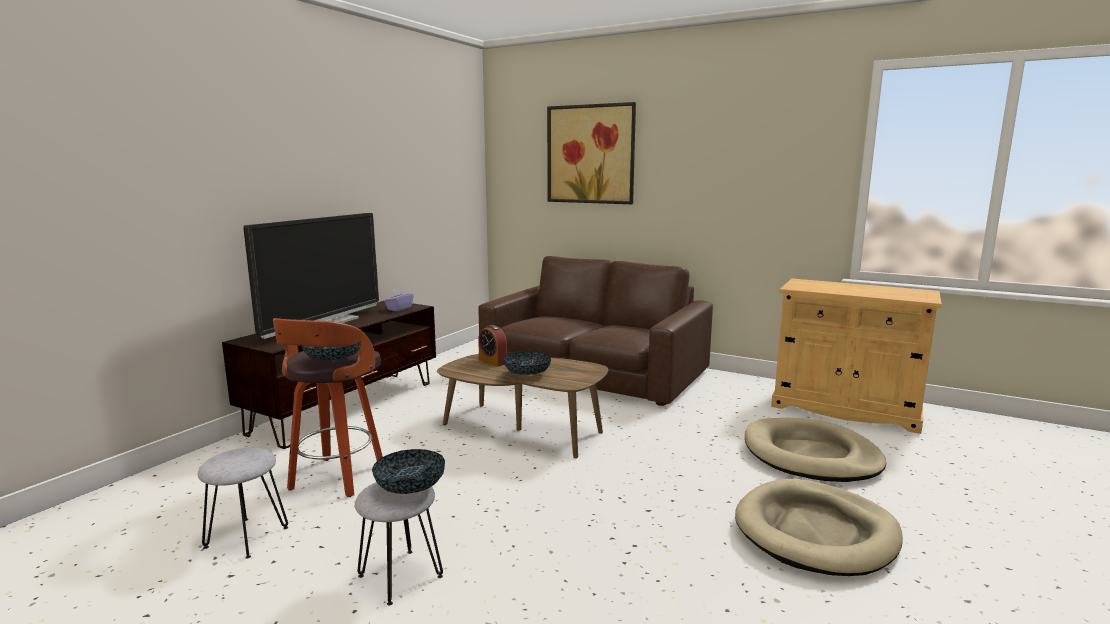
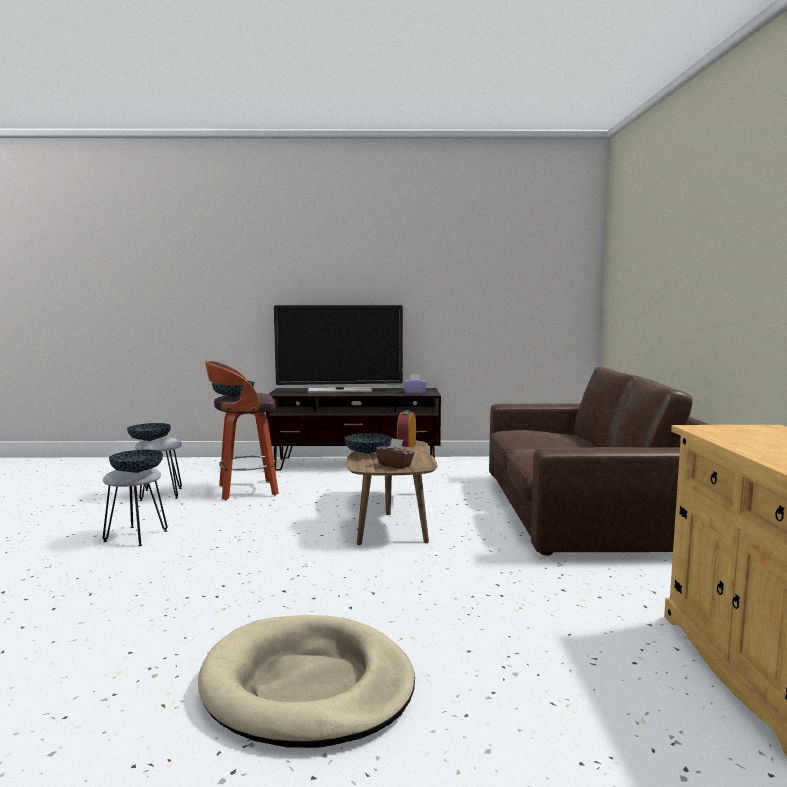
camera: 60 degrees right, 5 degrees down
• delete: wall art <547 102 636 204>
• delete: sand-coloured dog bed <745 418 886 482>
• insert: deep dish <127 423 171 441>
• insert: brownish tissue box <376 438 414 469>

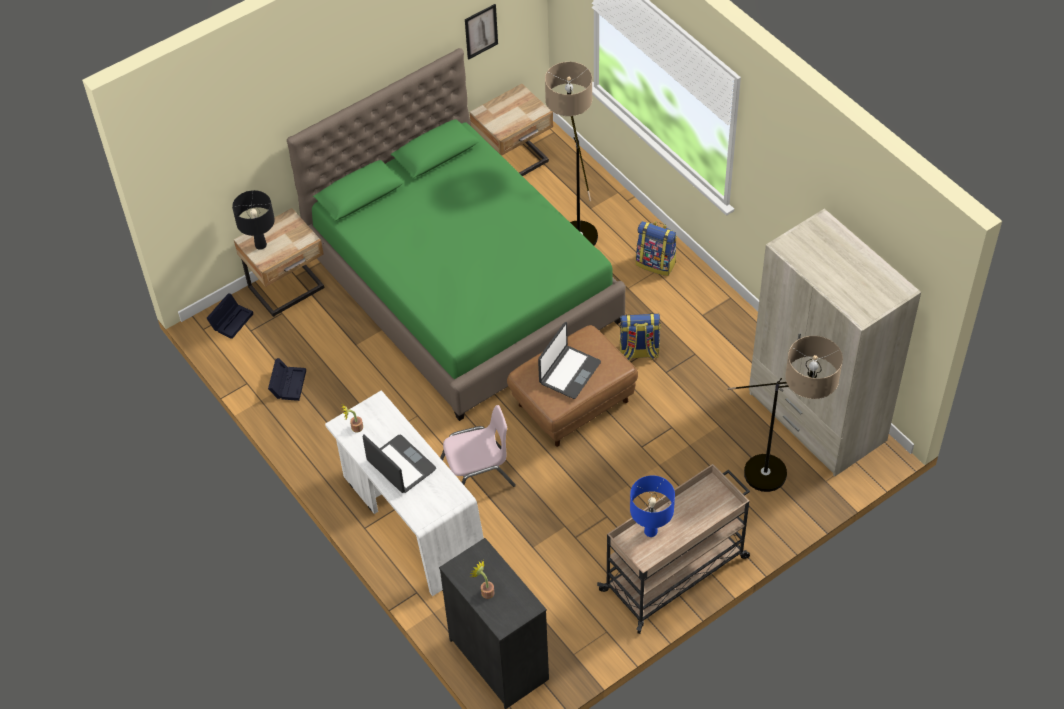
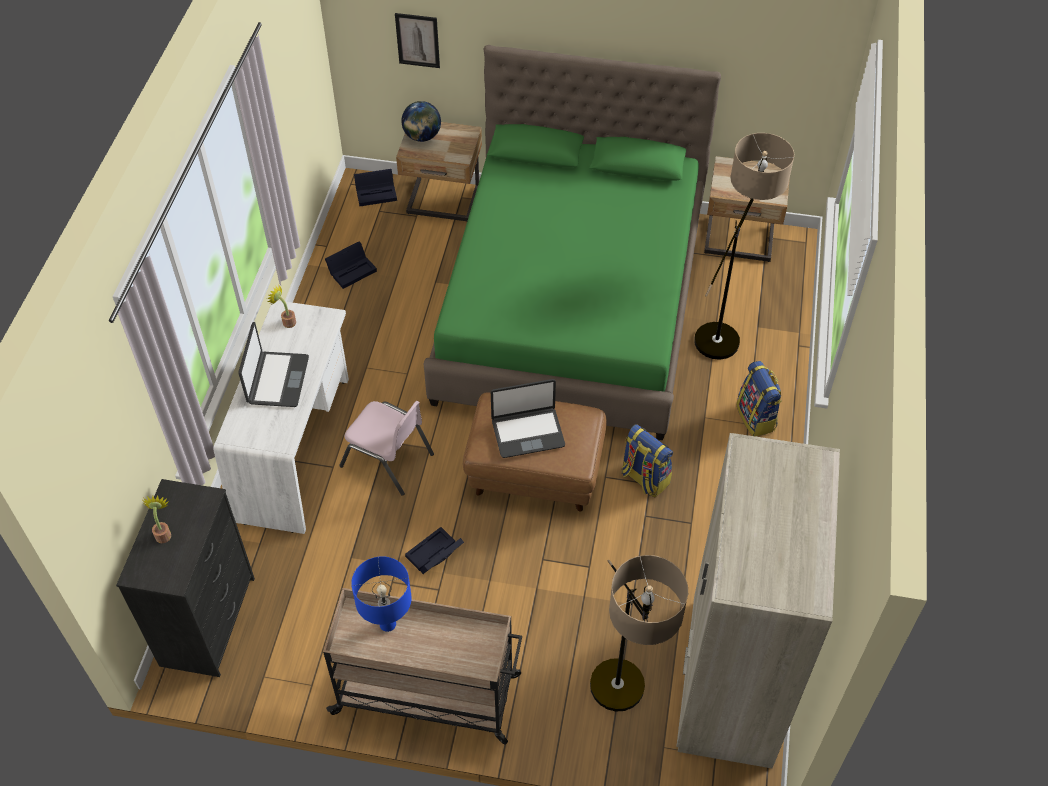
camera: 45 degrees right, 0 degrees up
• move: wall art <465 4 498 60> to <395 13 440 68>
• replace: black-coloured tabletop lamp <232 190 275 250> to desk globe <401 101 441 142>
• insert: black-coloured storage bin <405 527 464 574>

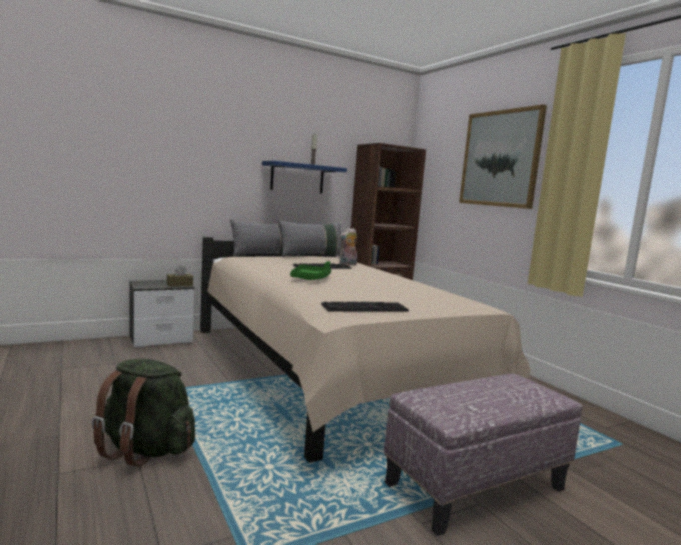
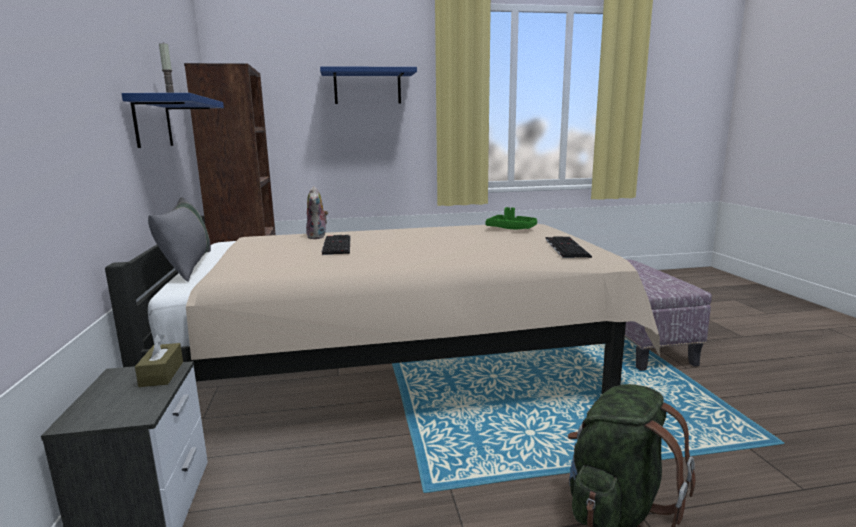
camera: 70 degrees left, 5 degrees up
• replace: wall art <459 104 547 209> to bluish wall shelf <320 66 417 104>
• delete: gray pillow <278 220 341 257>
• move: green serving tray <290 261 331 280> to <486 207 537 229>

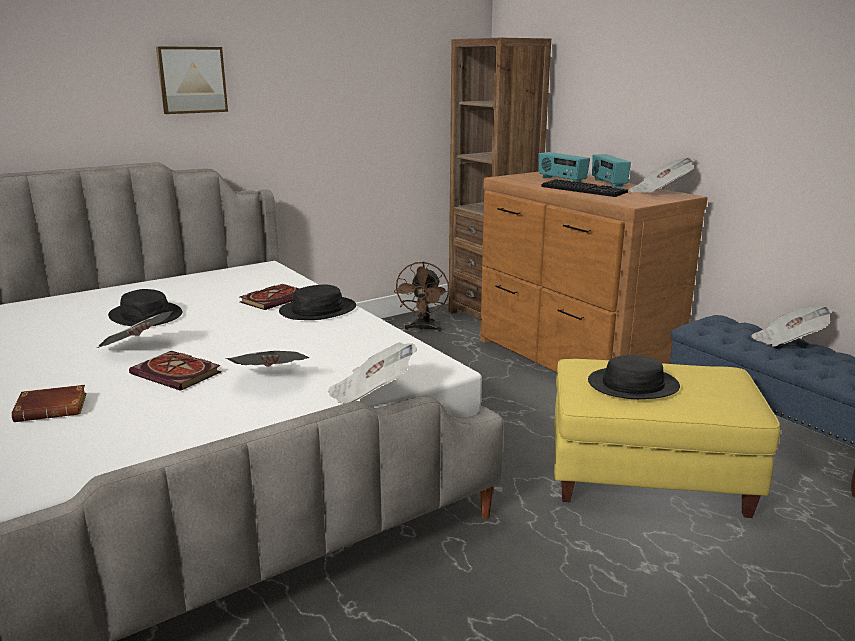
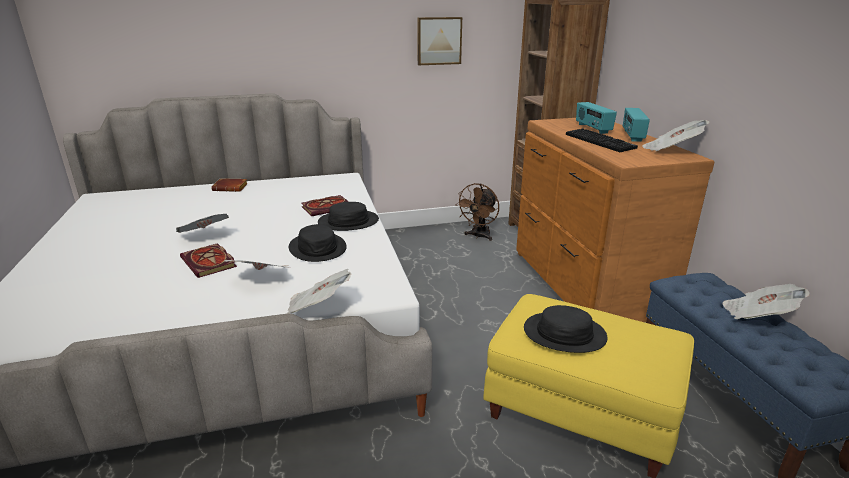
camera: 20 degrees right, 5 degrees up
• move: wall art <156 46 228 114> to <417 17 462 65>
• move: black-coloured hat <108 289 183 326> to <289 224 347 262>
• move: brownish volume <11 385 86 422> to <211 178 248 192>

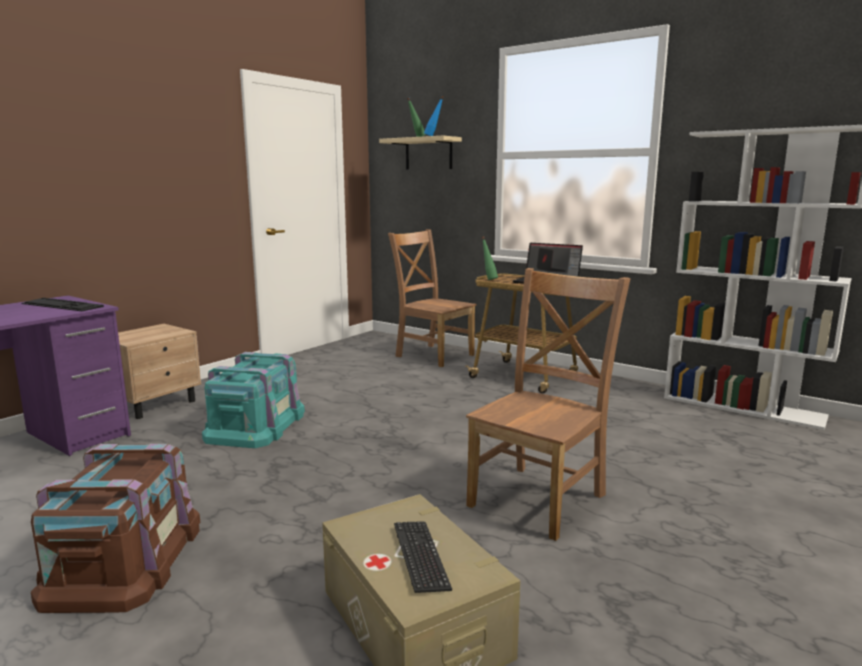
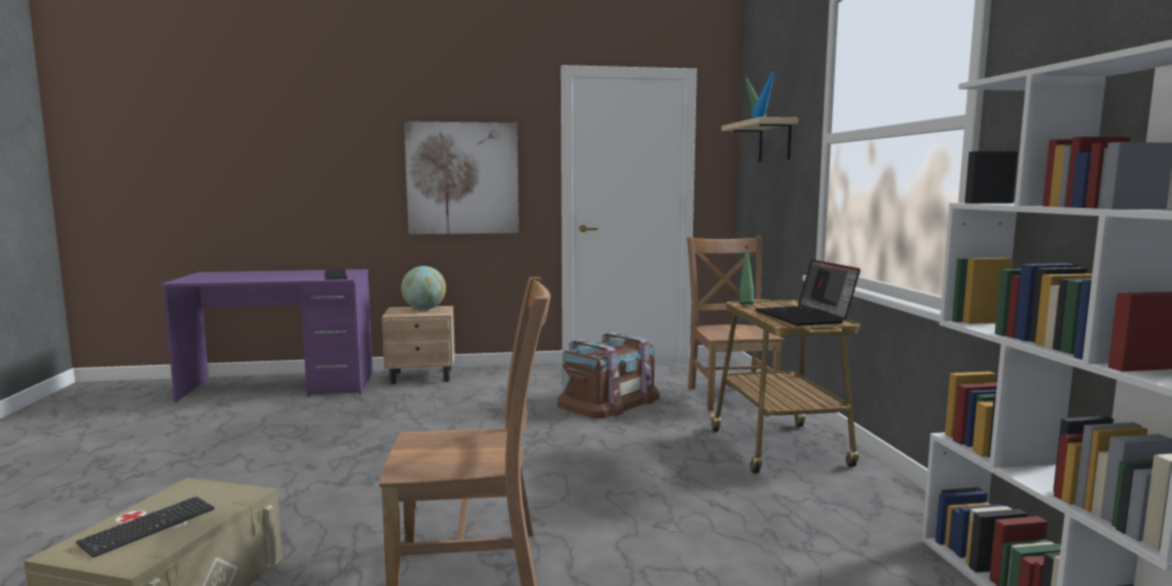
camera: 45 degrees right, 5 degrees down
• delete: blue-green storage bin <202 352 305 448>
• move: brownish storage bin <31 444 200 613> to <557 332 659 418>
• insert: wall art <404 121 519 234>
• insert: desk globe <401 266 446 310>

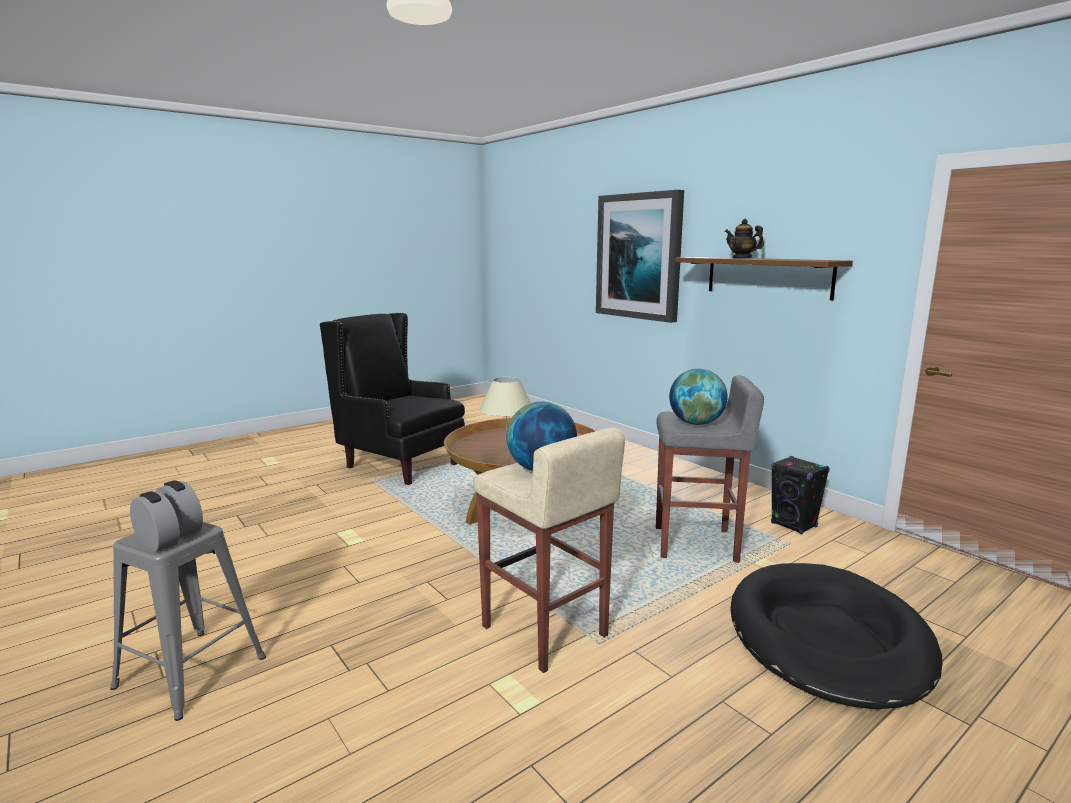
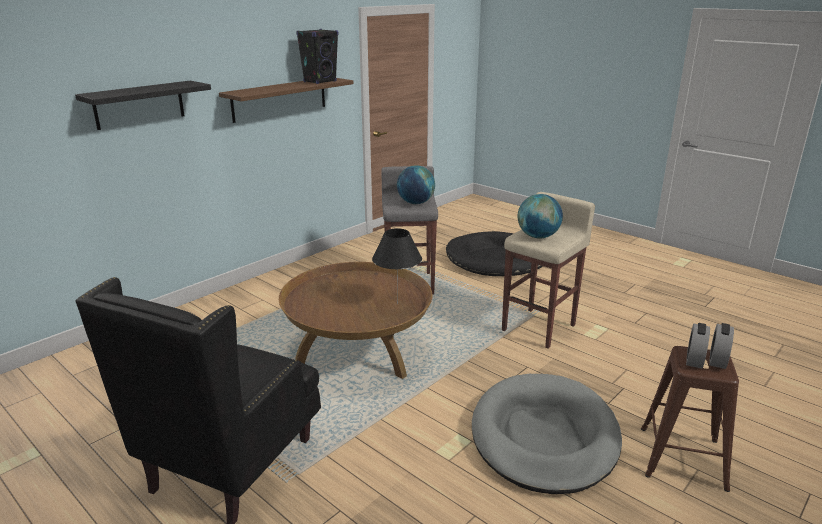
camera: 100 degrees left, 10 degrees up
• replace: wall art <596 190 684 323> to black-coloured wall shelf <75 81 211 130>
• delete: teapot <725 219 764 259>
• recolor: sand-coloured tabletop lamp <480 377 531 461> to black-coloured tabletop lamp <372 228 422 304>
• move: black-coloured audio speaker <771 456 830 534> to <296 29 338 84>
• recolor: gray sitting stool <110 522 266 721> to brownish sitting stool <641 346 739 492>
• insert: gray dog bed <472 374 622 494>

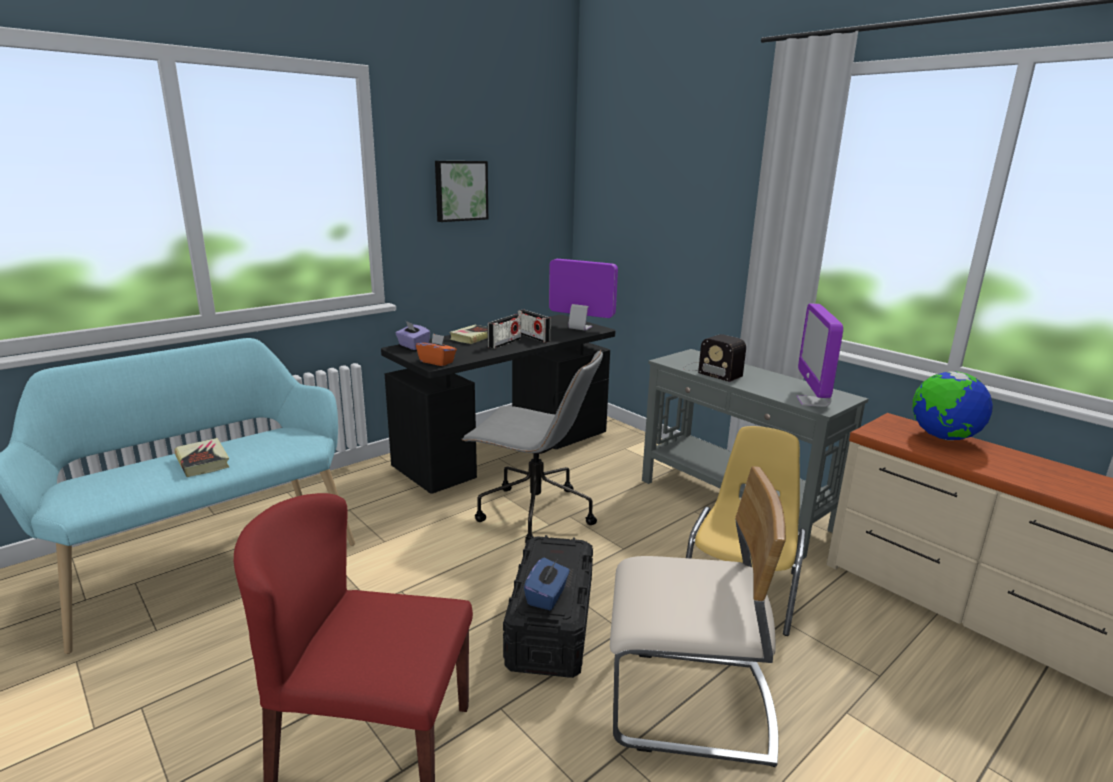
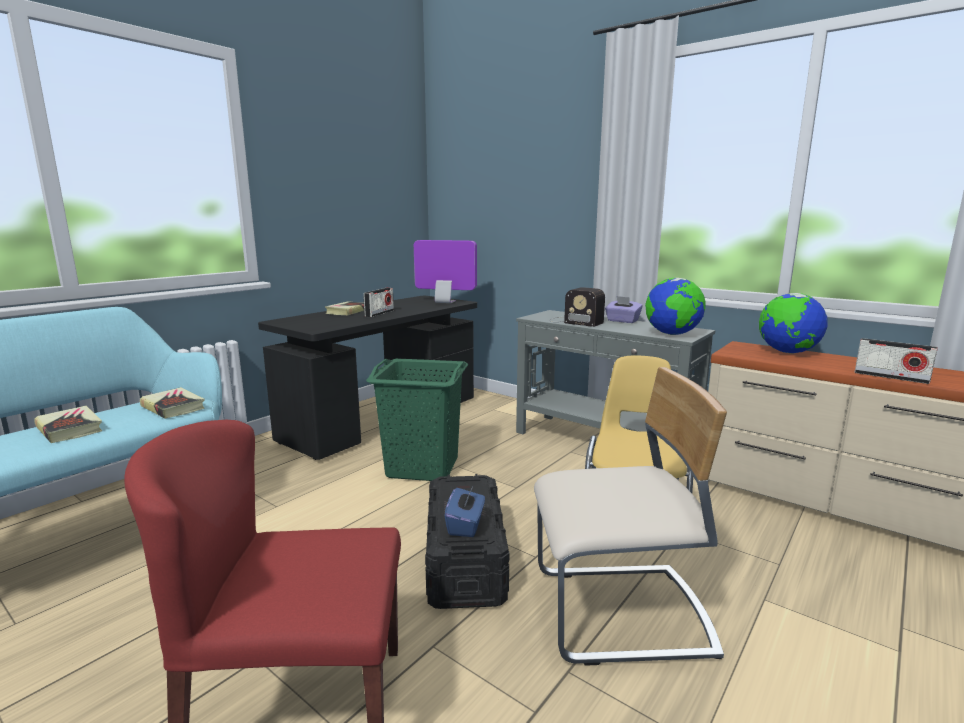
camera: 10 degrees left, 5 degrees down
• delete: wall art <435 161 488 222>
• replace: computer display <796 303 843 407> to desk globe <645 278 706 335>
• move: radio receiver <518 310 551 343> to <855 338 938 384>
• move: purple tissue box <395 321 430 350> to <605 296 643 323>
• delete: orange-coloured tissue box <416 334 457 366>
• replace: gray desk chair <461 350 603 543> to green washing basket <366 358 468 481>
• insert: volume <140 387 205 419>

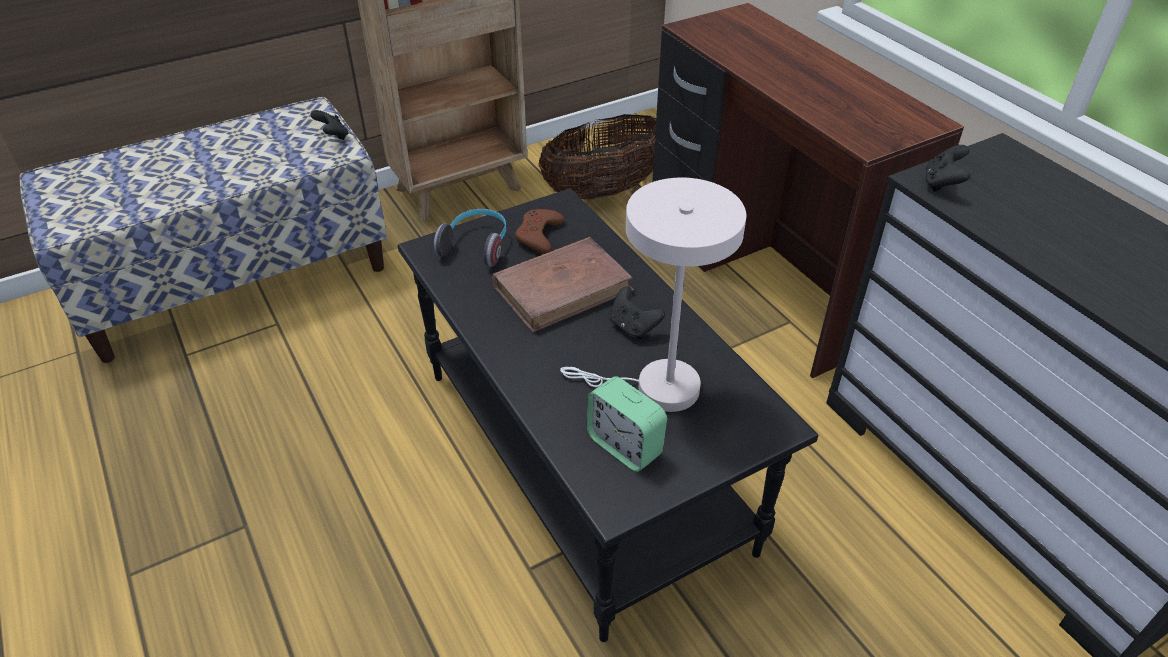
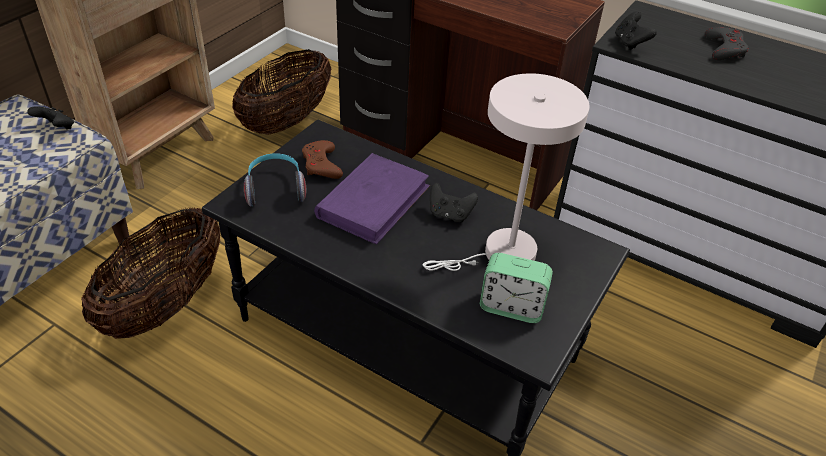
camera: 30 degrees left, 0 degrees up
• recolor: brownish volume <492 237 634 333> to purple volume <314 153 430 245>
• insert: gray game controller <705 27 749 60>
• insert: basket <81 207 220 339>

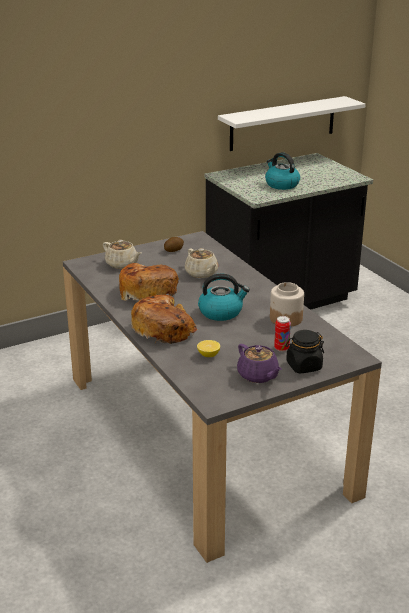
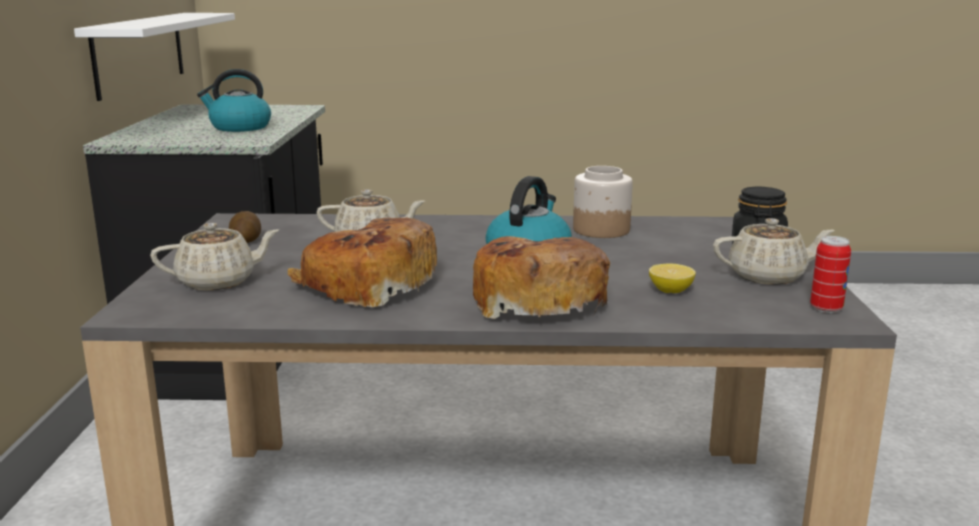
camera: 60 degrees left, 10 degrees down
• move: sealed can <274 316 291 352> to <810 236 851 313>
• recolor: purple teapot <237 344 282 383> to sand-coloured teapot <713 218 835 285>

